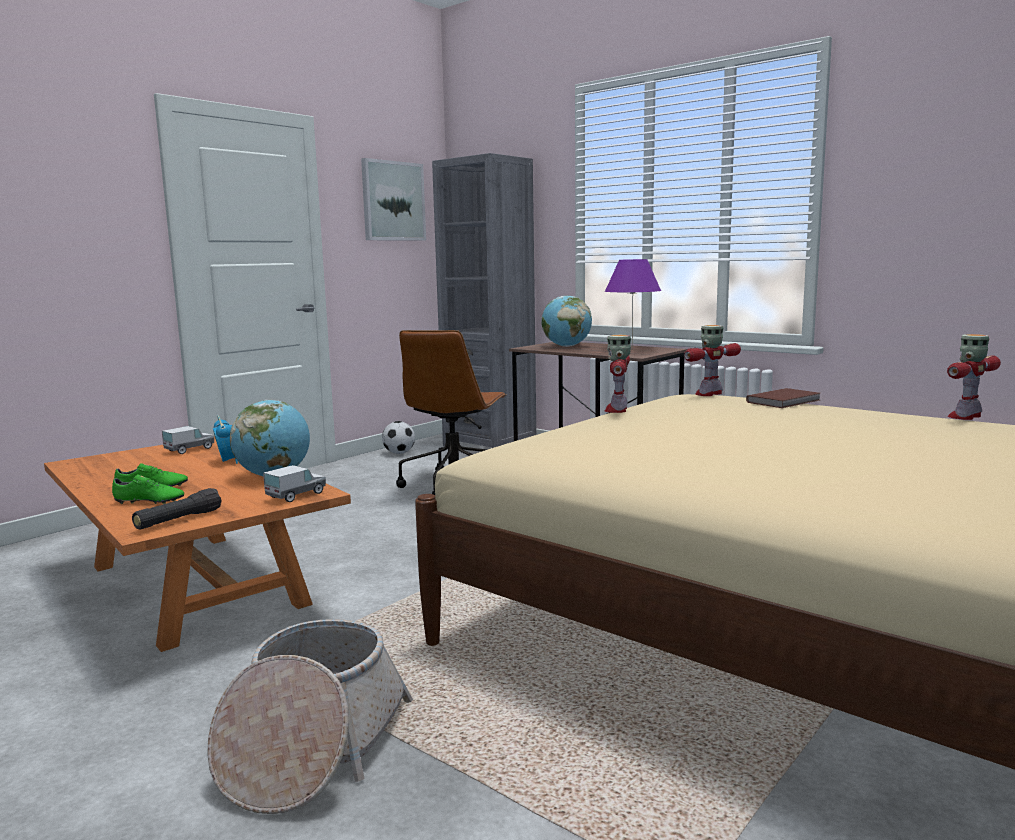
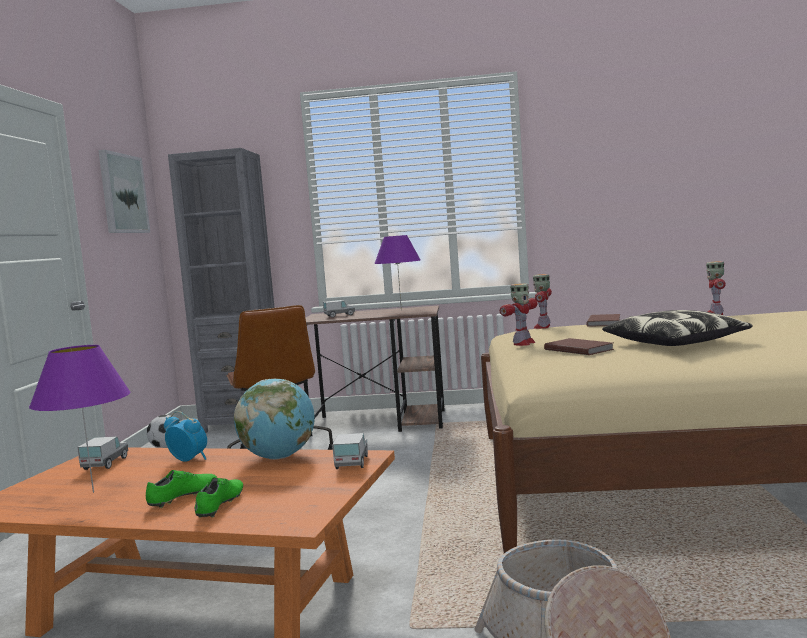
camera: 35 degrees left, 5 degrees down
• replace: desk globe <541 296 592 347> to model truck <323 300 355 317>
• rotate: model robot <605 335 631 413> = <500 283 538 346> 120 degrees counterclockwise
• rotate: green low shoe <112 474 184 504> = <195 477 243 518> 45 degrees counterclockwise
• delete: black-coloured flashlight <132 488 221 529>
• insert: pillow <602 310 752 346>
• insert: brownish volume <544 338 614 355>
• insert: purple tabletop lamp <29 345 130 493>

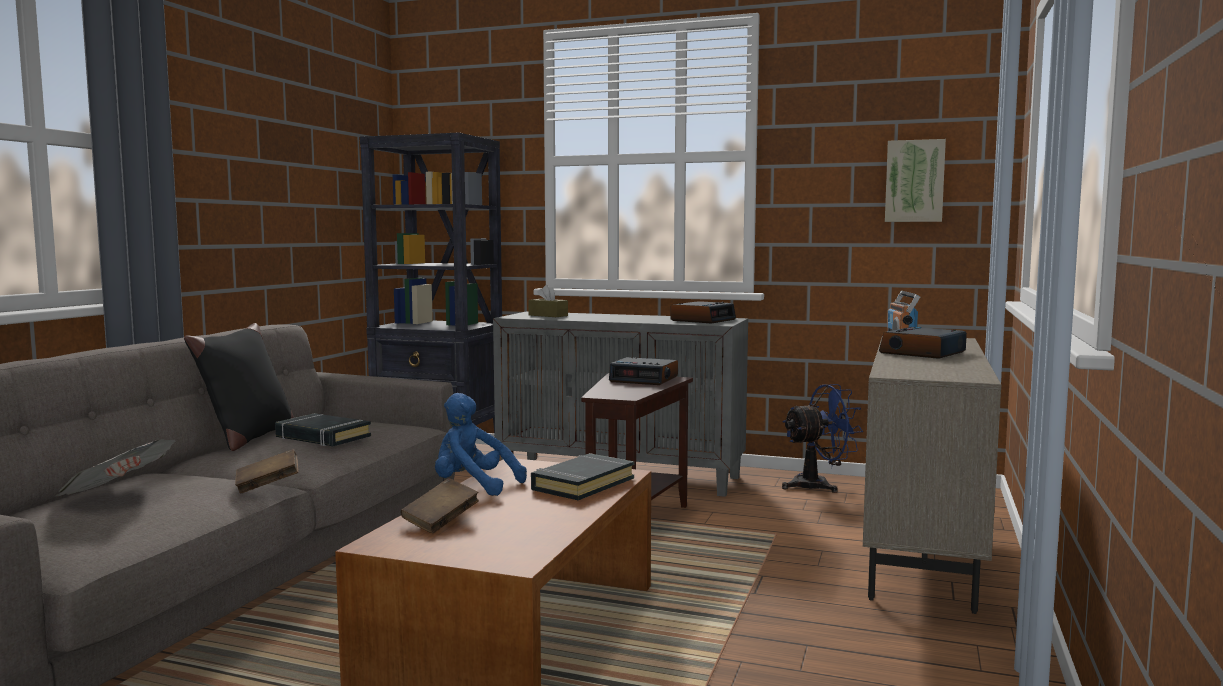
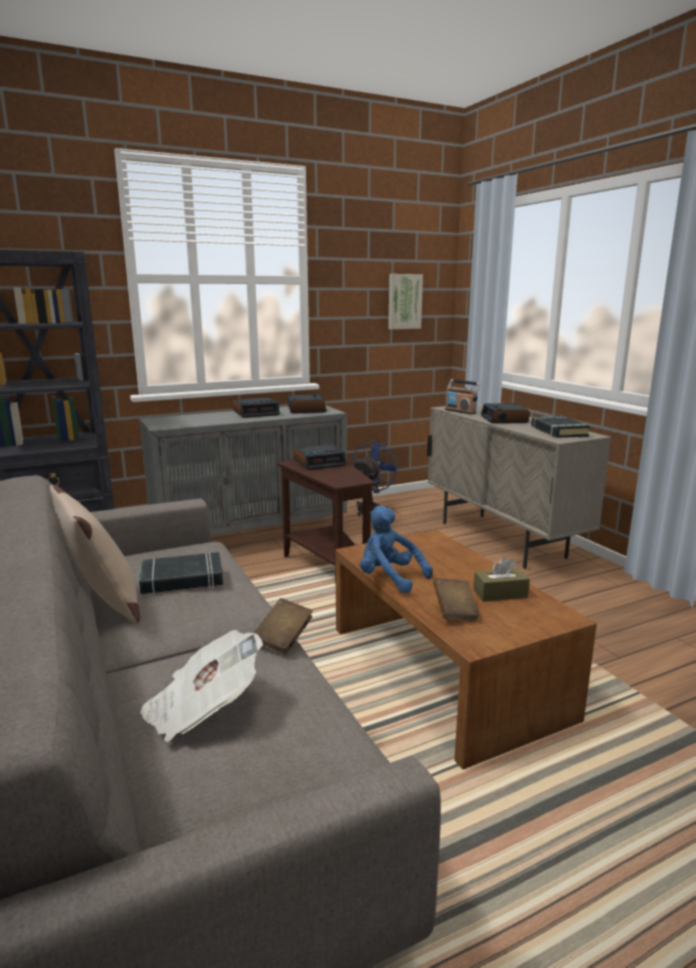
camera: 45 degrees left, 10 degrees up
• move: brownish tissue box <528 285 568 317> to <473 557 530 602>
• recolor: black-coloured pillow <184 323 294 451> to sand-coloured pillow <50 484 140 623>
• rotate: bluish cuddly toy <435 393 527 496> = <360 506 433 593> 60 degrees clockwise
• move: black-coloured volume <531 453 634 500> to <531 416 590 438>
• insert: alarm clock <233 397 280 418>

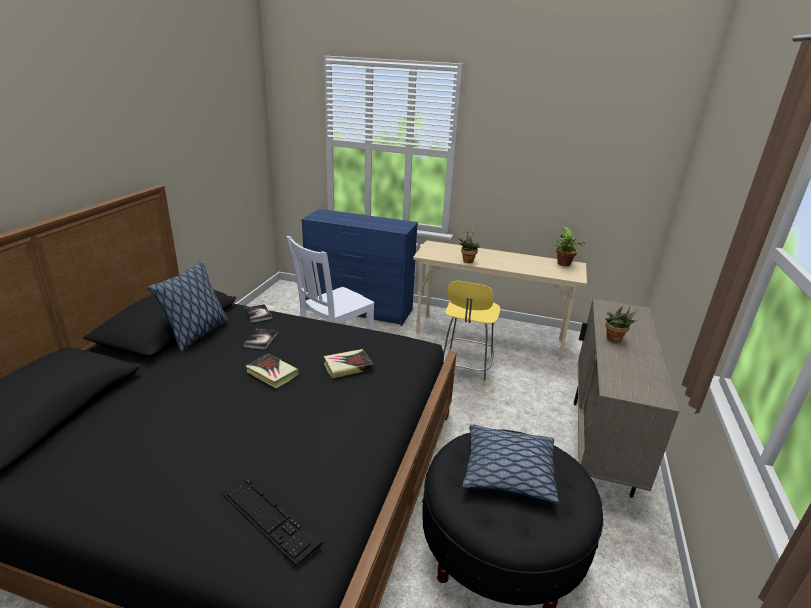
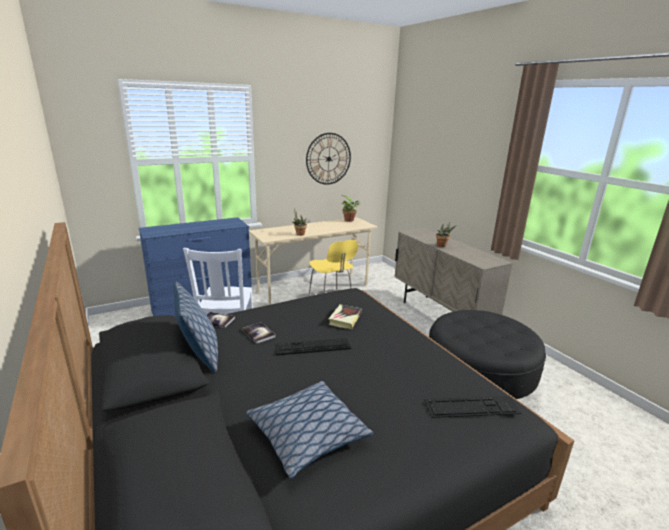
camera: 45 degrees left, 5 degrees down
• replace: volume <245 354 299 388> to computer keyboard <275 338 351 356>
• move: pillow <462 424 559 504> to <246 381 373 479>
• insert: wall clock <306 133 351 185>

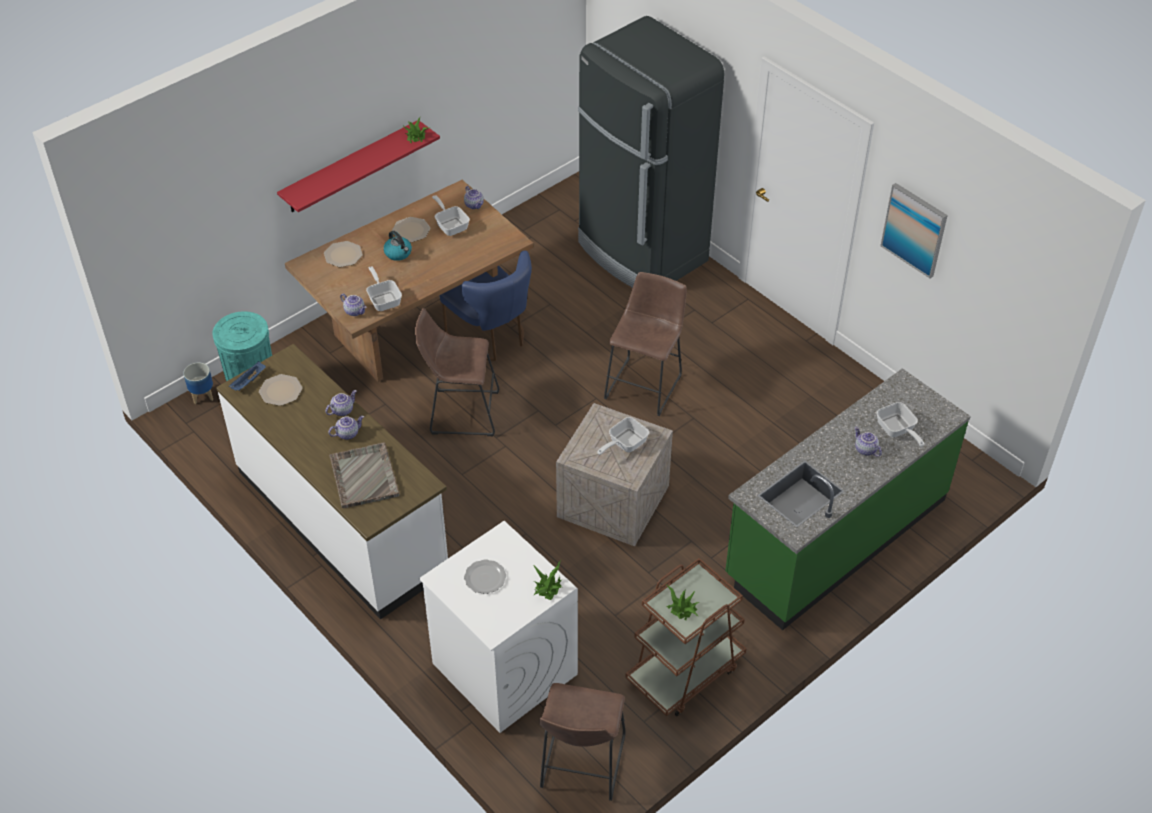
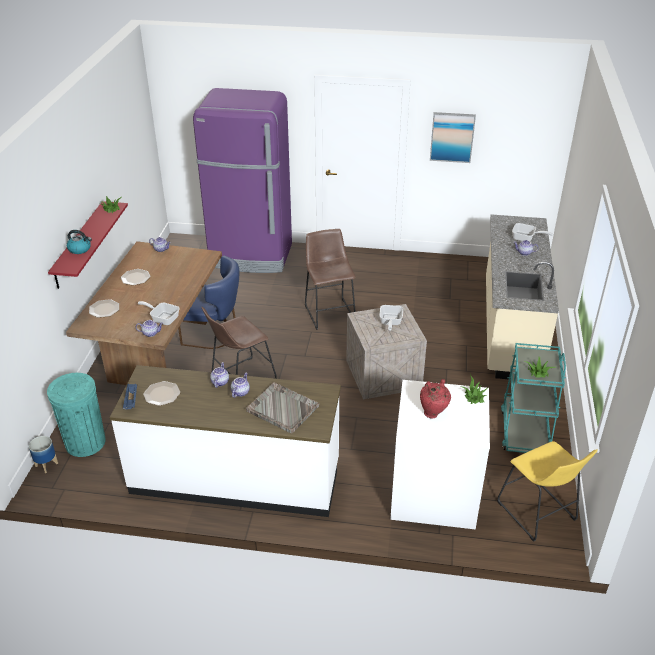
camera: 40 degrees left, 10 degrees down
• recolor: black-coloured fridge <578 16 724 288> to purple fridge <193 88 292 273>
• delete: frying pan <432 195 470 236>
• move: tea kettle <384 231 412 261> to <67 230 92 254>
• recolor: green kitchen base unit <725 368 971 630> to sand-coloured kitchen base unit <486 214 559 380>
• recolor: brownish cart <626 558 747 716> to blue-green cart <501 343 566 453>
• replace: plate <464 559 506 594> to reddish flower vase <420 379 451 418>
• recolor: brownish sitting stool <539 683 625 801> to yellow-coloured sitting stool <497 441 598 542>

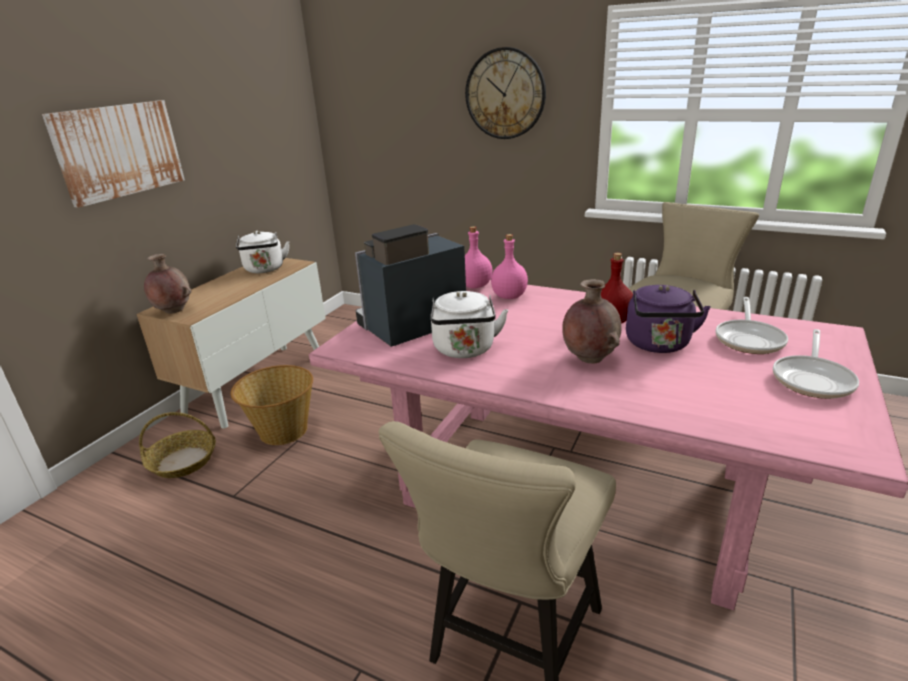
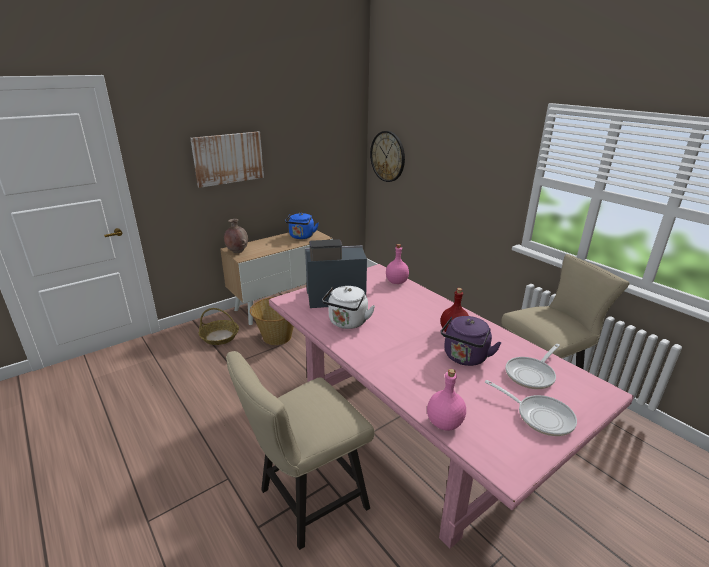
camera: 25 degrees right, 0 degrees up
• move: wall clock <465 47 546 139> to <370 131 405 182>
• recolor: white tea kettle <236 231 290 273> to bluish tea kettle <285 213 318 239>
• move: pink-coloured drink bottle <491 234 528 299> to <427 369 466 431>
• delete: brownish flower vase <562 279 622 363>
• rotate: frying pan <773 329 859 399> = <485 380 577 436> 105 degrees counterclockwise

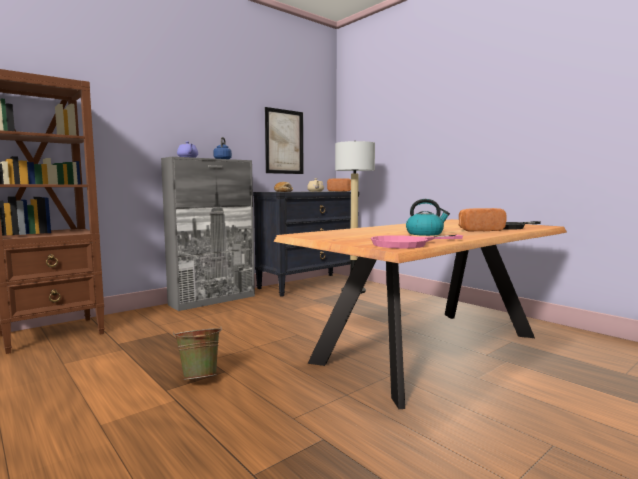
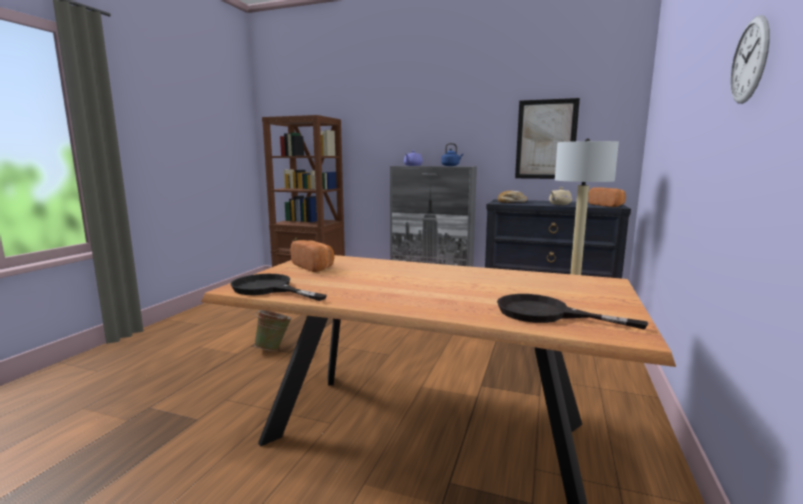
camera: 60 degrees right, 5 degrees up
• delete: tea kettle <406 199 450 236>
• move: bread <459 208 507 231> to <291 240 334 272>
• recolor: pink-coloured frying pan <371 235 463 249> to black-coloured frying pan <230 274 327 301>
• insert: wall clock <730 15 770 104>

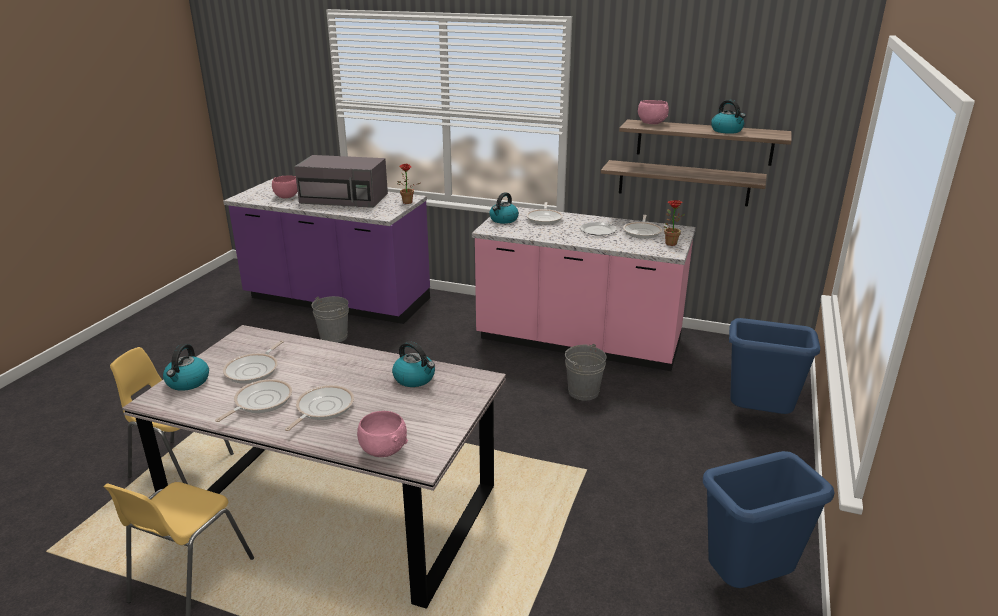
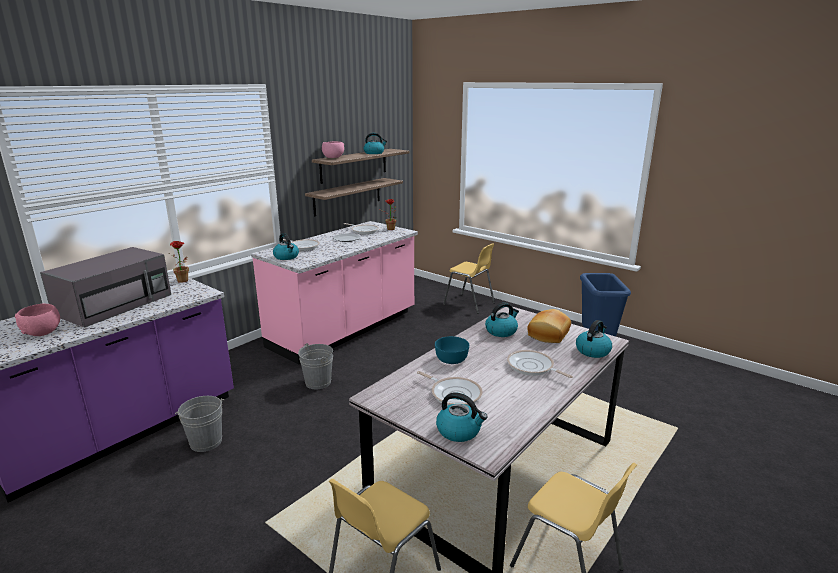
camera: 70 degrees left, 5 degrees down
• replace: bluish rubbish bin <729 318 820 414> to yellow-coloured upright chair <443 244 495 314>
• move: gray water bucket <565 344 607 400> to <298 343 333 389>
• delete: frying pan <215 379 292 422>
• replace: pink-coloured deep dish <357 411 408 457> to tea kettle <576 320 612 358>
• insert: bread <527 309 571 343>
• insert: blue-green deep dish <435 336 469 364>

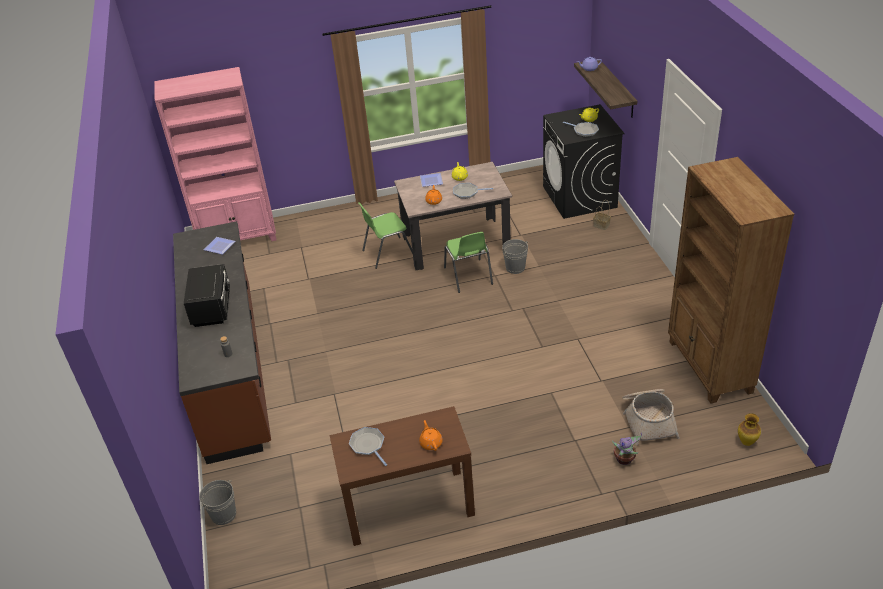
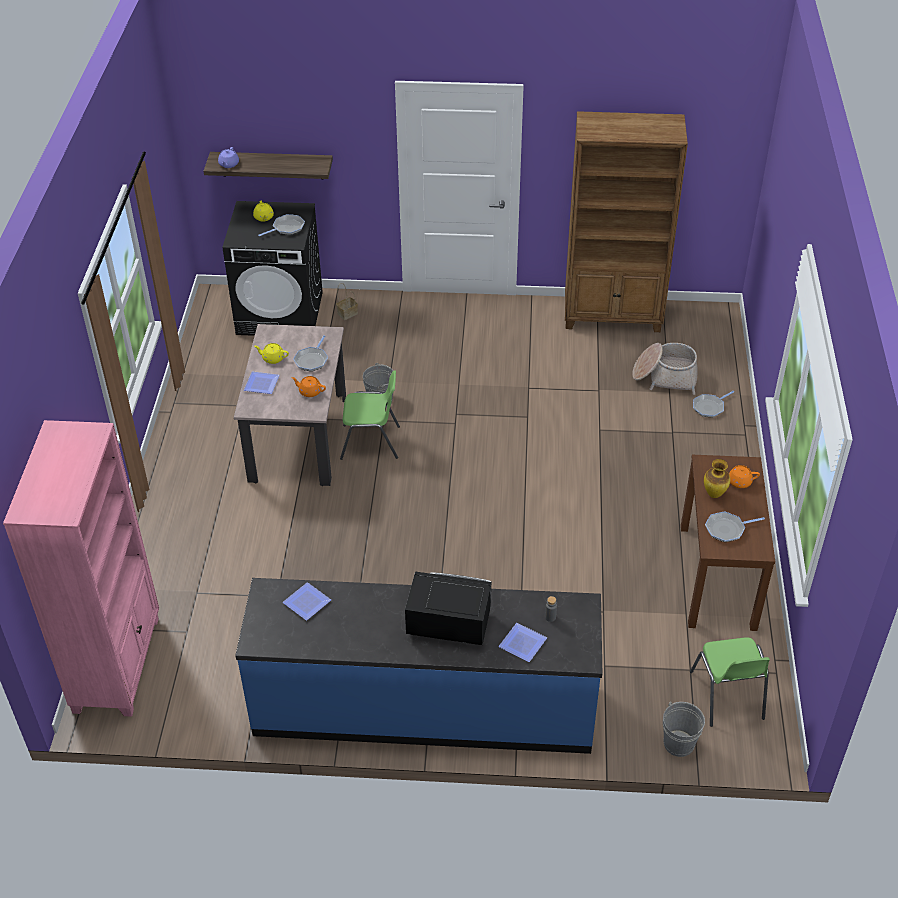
camera: 75 degrees left, 5 degrees up
• move: green upright chair <358 202 413 269> to <690 637 770 727>
• recolor: brownish kitchen base unit <173 221 271 464> to bluish kitchen base unit <235 578 602 754>
• move: flower vase <738 413 761 446> to <704 459 730 498>
• replace: potted plant <612 433 642 465> to frying pan <693 391 734 417>
• insert: plate <499 623 547 662>

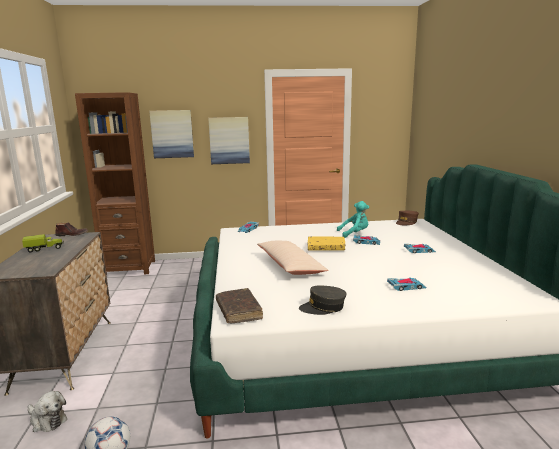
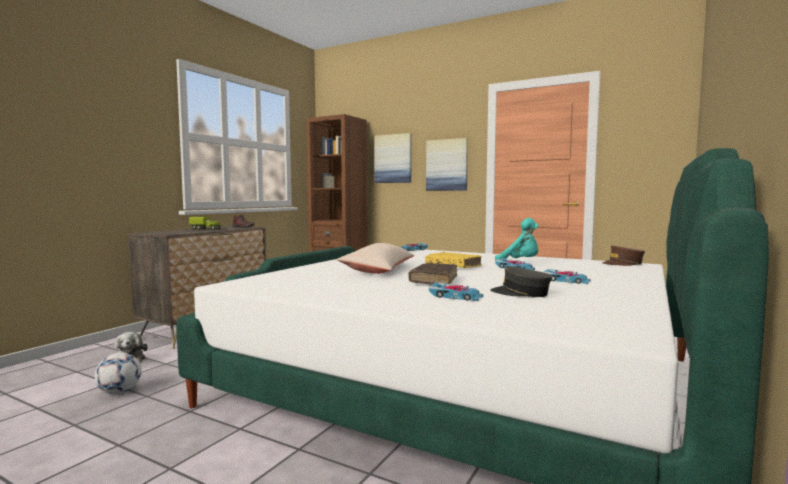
camera: 35 degrees right, 10 degrees down
• move: gray cap <299 285 346 315> to <490 266 552 297>
• move: brownish volume <216 288 263 323> to <408 263 457 285>

